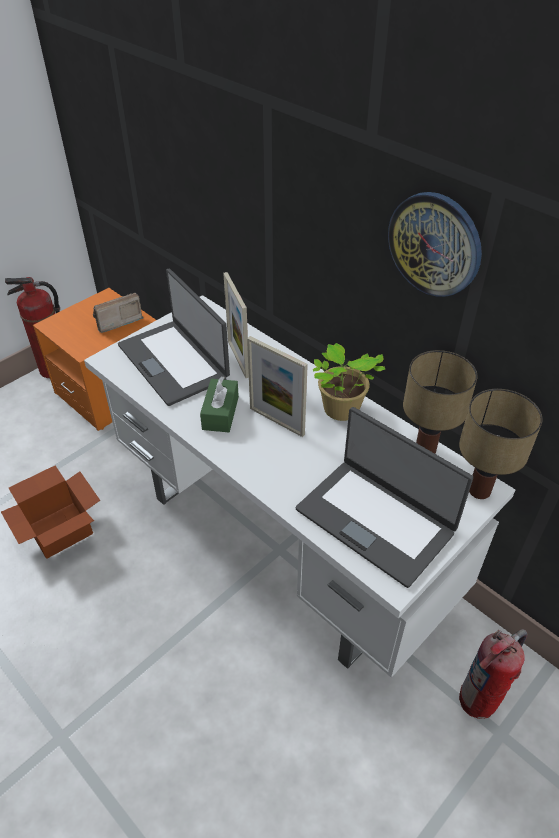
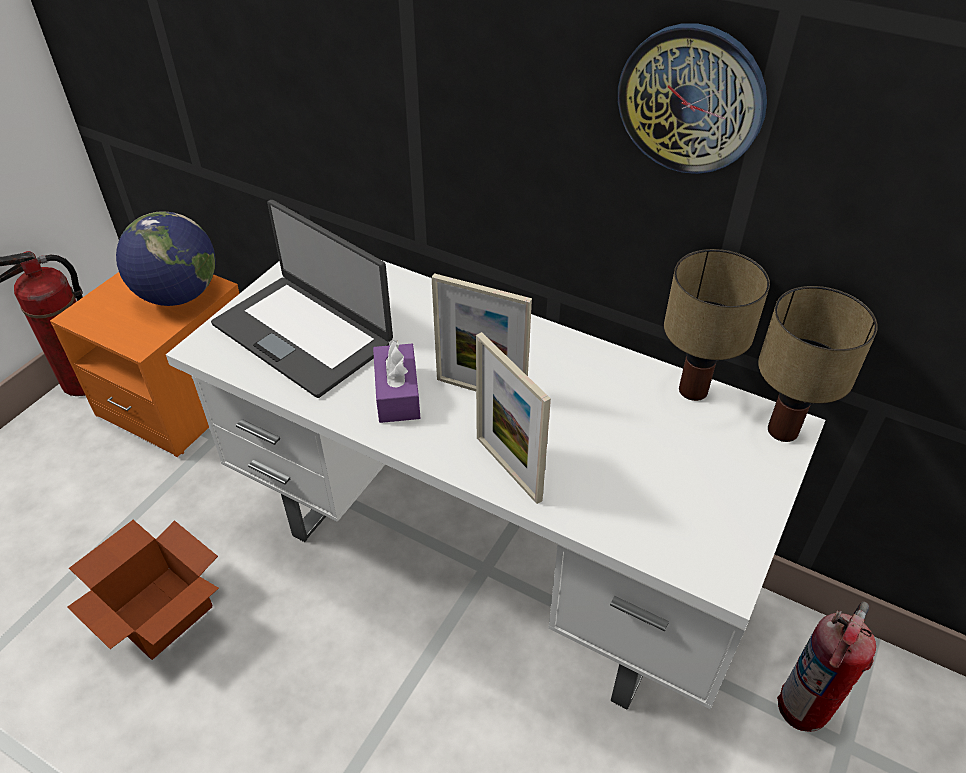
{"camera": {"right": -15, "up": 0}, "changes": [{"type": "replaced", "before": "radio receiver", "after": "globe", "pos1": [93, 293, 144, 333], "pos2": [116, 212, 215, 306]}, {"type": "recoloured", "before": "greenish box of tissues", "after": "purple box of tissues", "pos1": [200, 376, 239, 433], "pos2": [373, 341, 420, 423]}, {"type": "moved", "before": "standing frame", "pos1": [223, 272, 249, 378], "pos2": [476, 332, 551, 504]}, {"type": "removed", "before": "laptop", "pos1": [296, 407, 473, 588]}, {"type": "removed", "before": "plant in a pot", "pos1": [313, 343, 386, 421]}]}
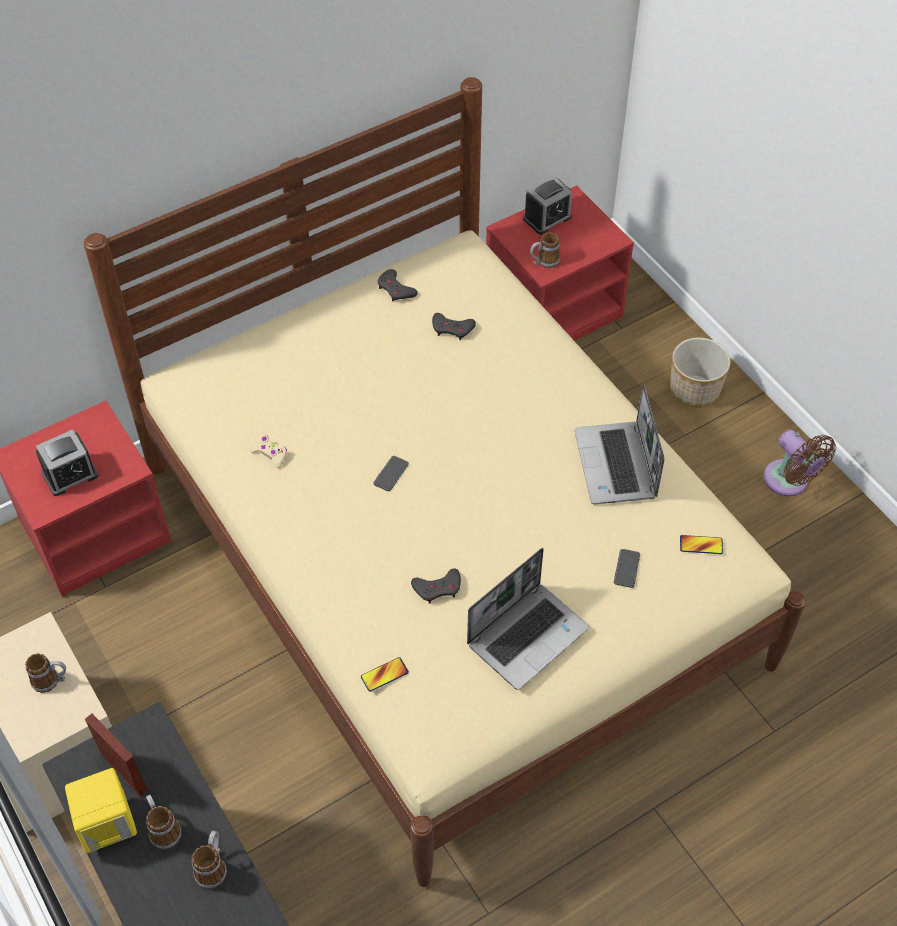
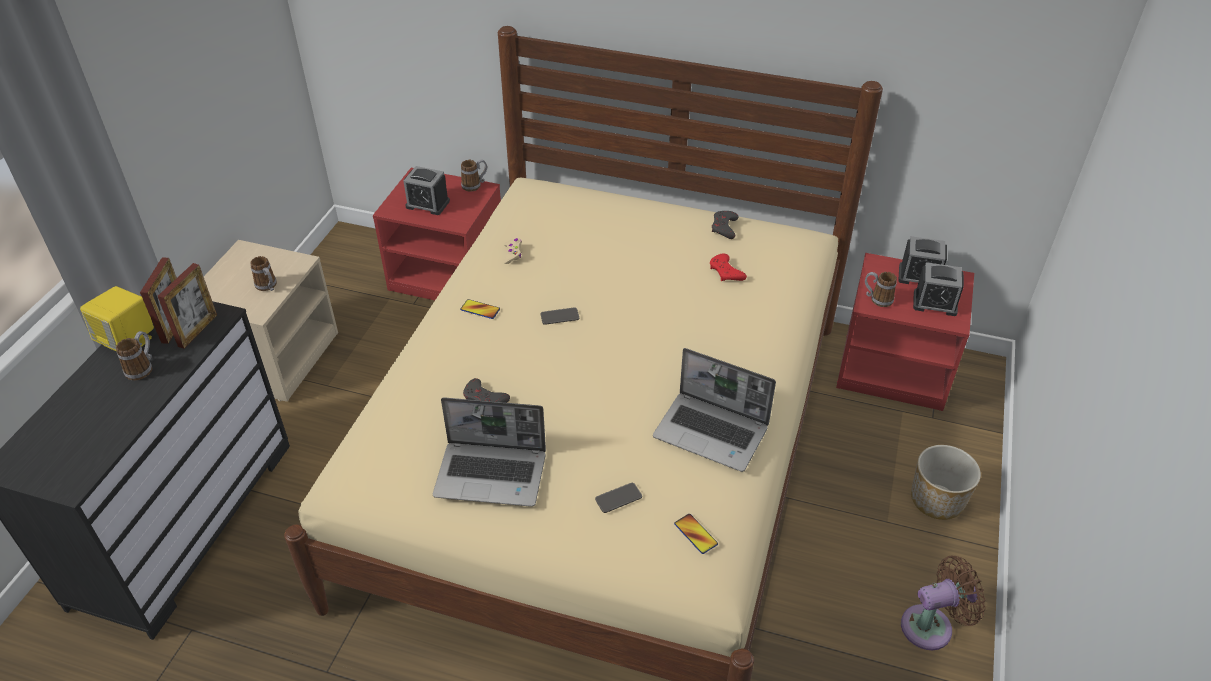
{"camera": {"right": 50, "up": -10}, "changes": [{"type": "added", "after": "standing frame", "pos2": [158, 263, 217, 349]}, {"type": "moved", "before": "telephone", "pos1": [361, 657, 409, 692], "pos2": [460, 299, 500, 319]}, {"type": "moved", "before": "coffee mug", "pos1": [192, 831, 227, 889], "pos2": [461, 160, 487, 192]}, {"type": "turned", "before": "laptop", "pos1": [574, 383, 664, 504], "pos2": [653, 348, 776, 472], "turn": -105}, {"type": "recoloured", "before": "greyish gamepad", "after": "red-coloured gamepad", "pos1": [432, 313, 476, 340], "pos2": [710, 253, 747, 281]}, {"type": "turned", "before": "brown electric fan", "pos1": [763, 430, 836, 497], "pos2": [901, 556, 985, 650], "turn": -120}, {"type": "added", "after": "table clock", "pos2": [913, 262, 964, 316]}]}
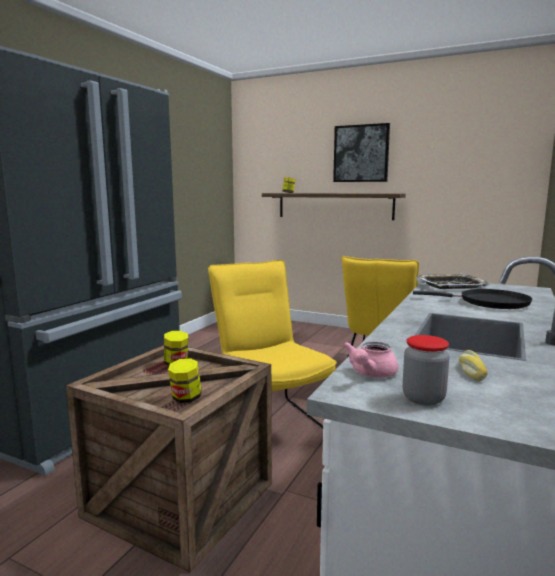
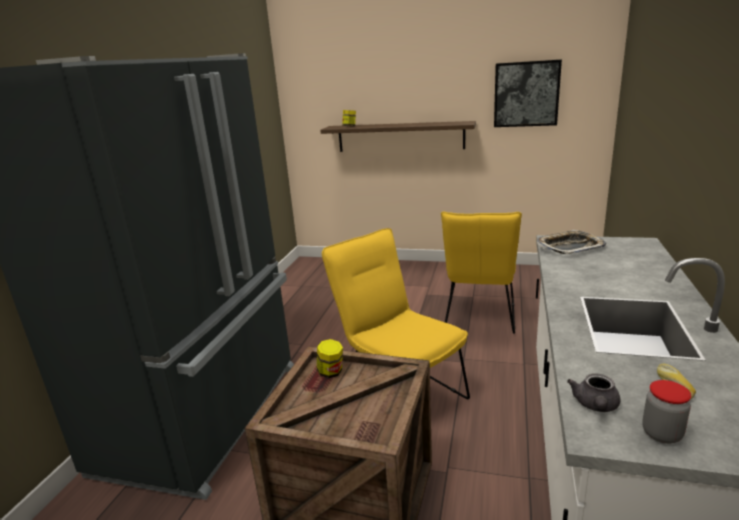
{"camera": {"right": -10, "up": 10}, "changes": [{"type": "moved", "before": "wall picture", "pos1": [333, 123, 390, 182], "pos2": [494, 59, 562, 127]}, {"type": "recoloured", "before": "pinkish tea pot", "after": "greyish tea pot", "pos1": [343, 342, 398, 378], "pos2": [567, 373, 620, 412]}, {"type": "removed", "before": "preserve jar", "pos1": [168, 358, 202, 403]}, {"type": "removed", "before": "black skillet", "pos1": [413, 289, 533, 309]}]}
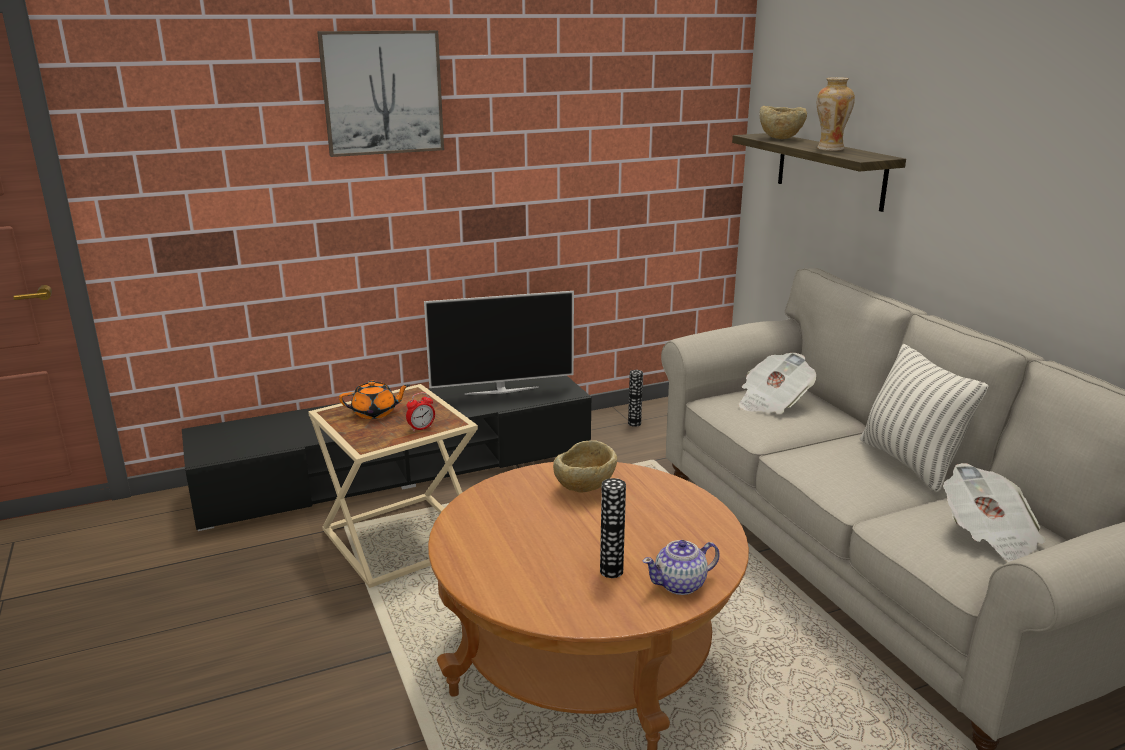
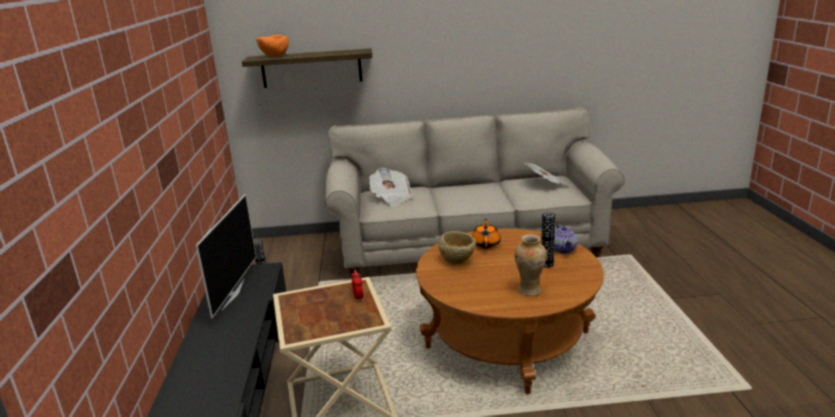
{"camera": {"right": -70, "up": 0}, "changes": [{"type": "recoloured", "before": "beige deep dish", "after": "orange deep dish", "pos1": [760, 106, 807, 139], "pos2": [257, 35, 289, 57]}, {"type": "moved", "before": "orange tea pot", "pos1": [339, 381, 410, 419], "pos2": [472, 219, 501, 249]}, {"type": "moved", "before": "decorative vase", "pos1": [817, 77, 855, 151], "pos2": [515, 234, 547, 296]}, {"type": "removed", "before": "wall picture", "pos1": [317, 30, 444, 157]}, {"type": "removed", "before": "throw pillow", "pos1": [860, 344, 989, 492]}]}
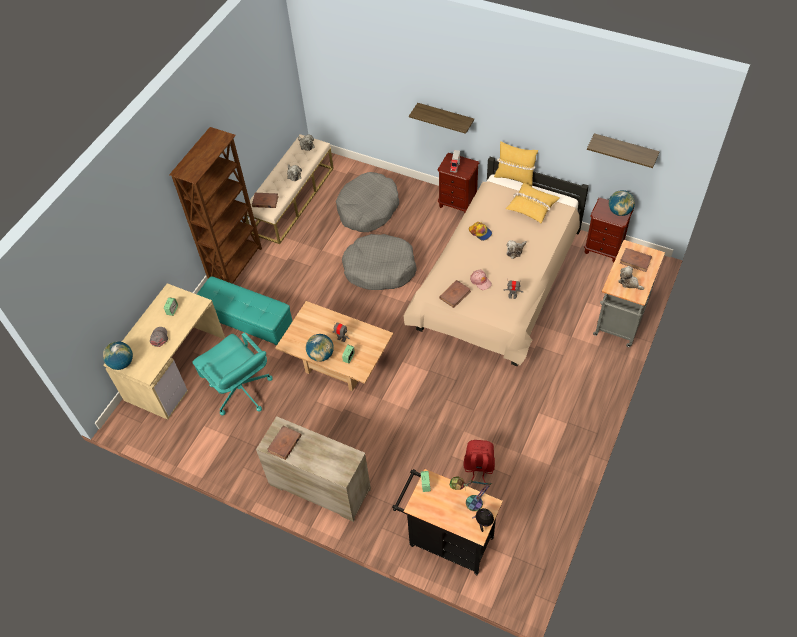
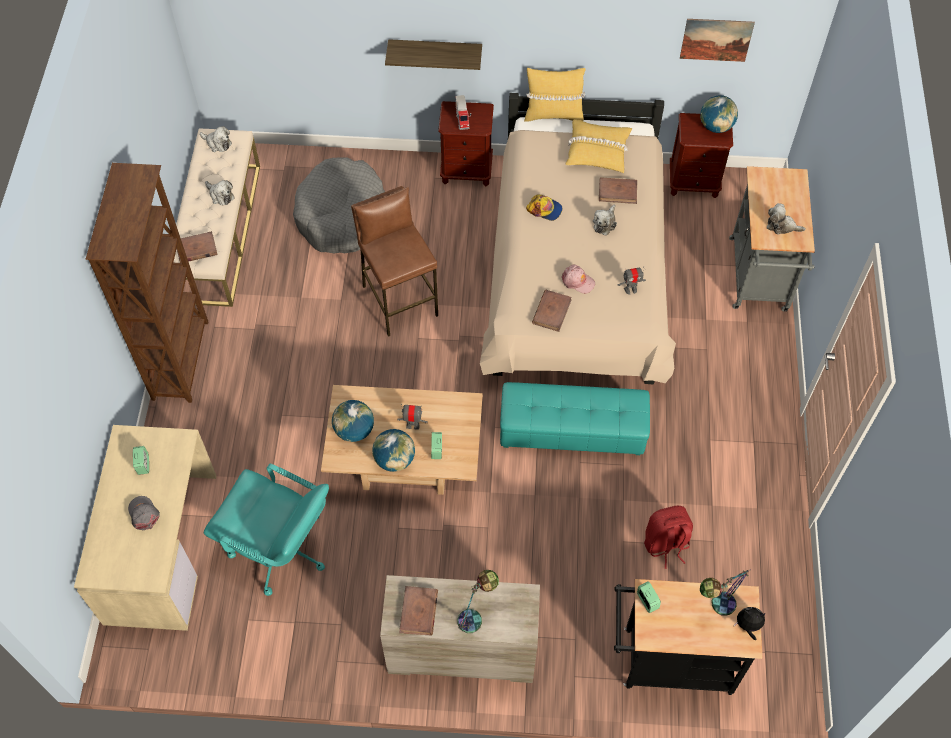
{"camera": {"right": -25, "up": 5}, "changes": [{"type": "moved", "before": "globe", "pos1": [103, 341, 133, 370], "pos2": [332, 400, 374, 442]}, {"type": "replaced", "before": "greyish dog cushion", "after": "brown sitting stool", "pos1": [342, 234, 417, 290], "pos2": [351, 186, 438, 337]}, {"type": "added", "after": "table lamp", "pos2": [457, 570, 499, 633]}, {"type": "moved", "before": "blue-green footrest", "pos1": [197, 276, 292, 346], "pos2": [500, 382, 650, 455]}, {"type": "moved", "before": "brown volume", "pos1": [620, 248, 652, 272], "pos2": [599, 177, 637, 204]}, {"type": "replaced", "before": "shelf", "after": "wall picture", "pos1": [587, 133, 660, 168], "pos2": [680, 19, 755, 62]}]}
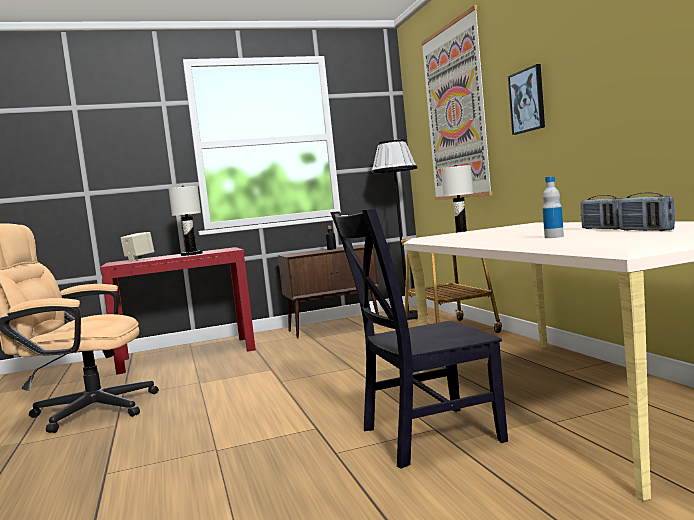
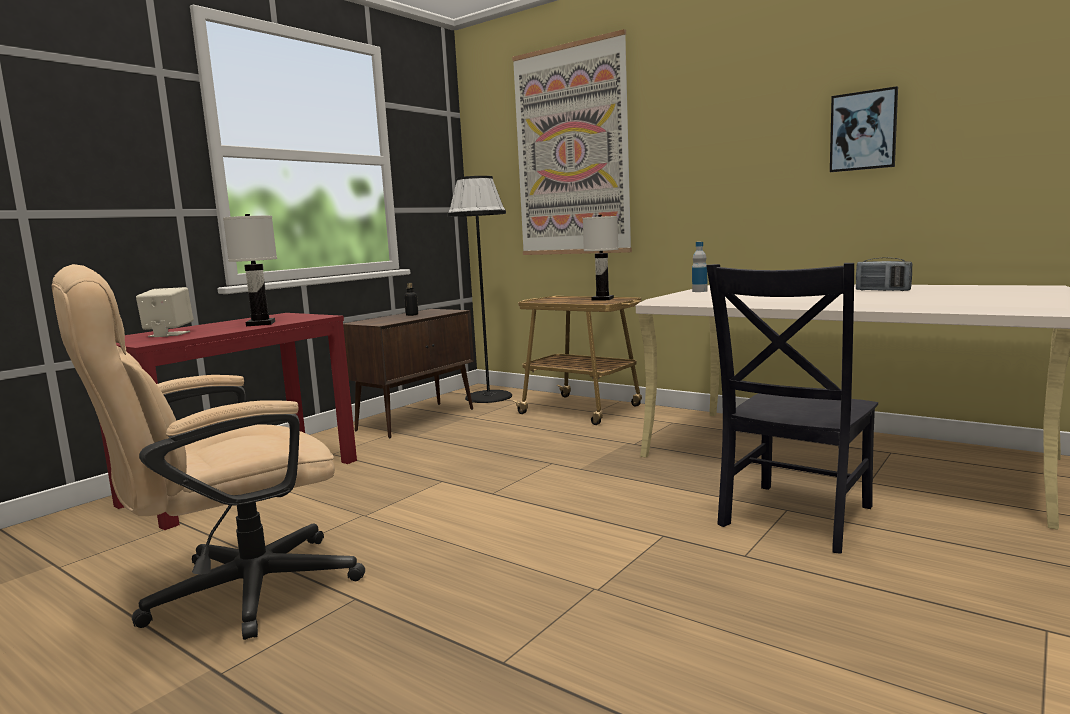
{"camera": {"right": -35, "up": 5}, "changes": [{"type": "moved", "before": "drink bottle", "pos1": [542, 176, 564, 238], "pos2": [692, 242, 707, 292]}, {"type": "moved", "before": "wall picture", "pos1": [508, 64, 545, 135], "pos2": [830, 86, 898, 172]}, {"type": "removed", "before": "radio receiver", "pos1": [618, 192, 675, 231]}]}
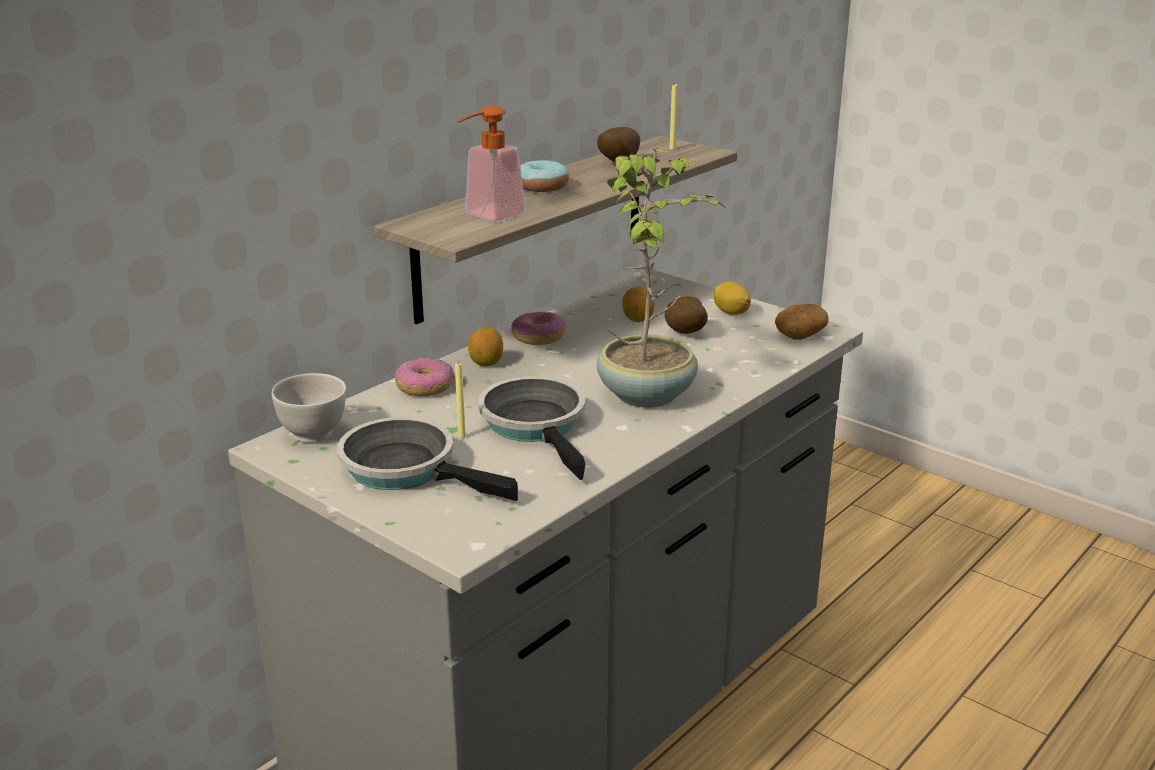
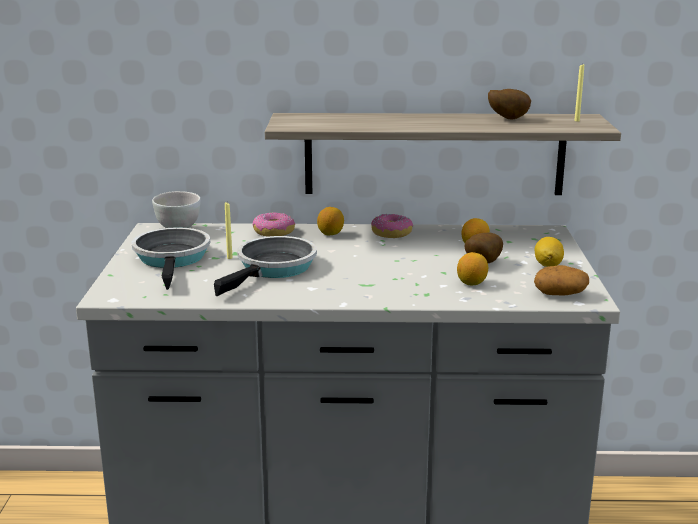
{"camera": {"right": 50, "up": -5}, "changes": [{"type": "added", "after": "citrus fruit", "pos2": [457, 252, 488, 285]}, {"type": "removed", "before": "liquid soap bottle", "pos1": [458, 105, 526, 222]}, {"type": "removed", "before": "doughnut", "pos1": [520, 160, 569, 192]}, {"type": "removed", "before": "plant in a pot", "pos1": [597, 148, 727, 408]}]}
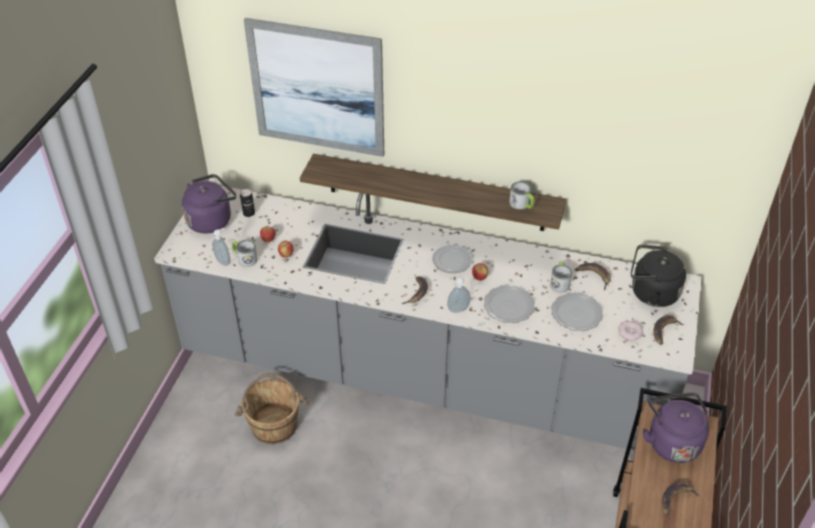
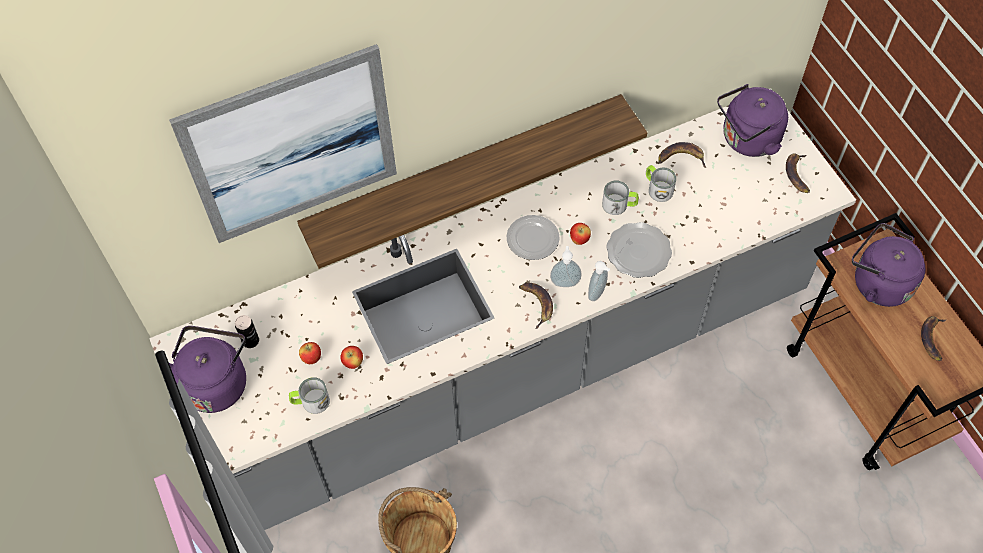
{"camera": {"right": -40, "up": 15}, "changes": [{"type": "moved", "before": "liquid soap bottle", "pos1": [212, 228, 230, 266], "pos2": [550, 246, 582, 287]}, {"type": "moved", "before": "coffee mug", "pos1": [509, 181, 534, 209], "pos2": [602, 181, 639, 215]}, {"type": "recoloured", "before": "black tea kettle", "after": "purple tea kettle", "pos1": [631, 245, 686, 307], "pos2": [717, 84, 788, 157]}, {"type": "removed", "before": "plate", "pos1": [551, 293, 603, 331]}, {"type": "removed", "before": "doughnut", "pos1": [618, 321, 643, 341]}]}
